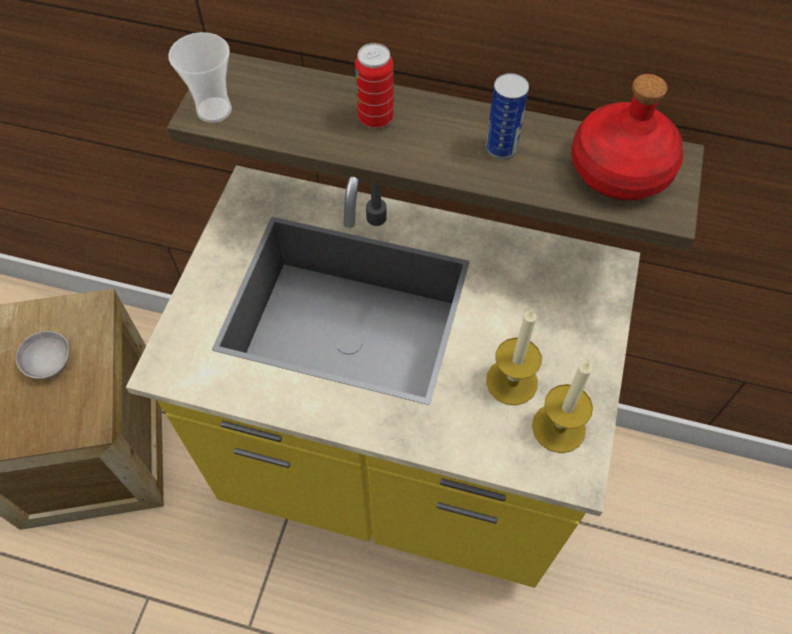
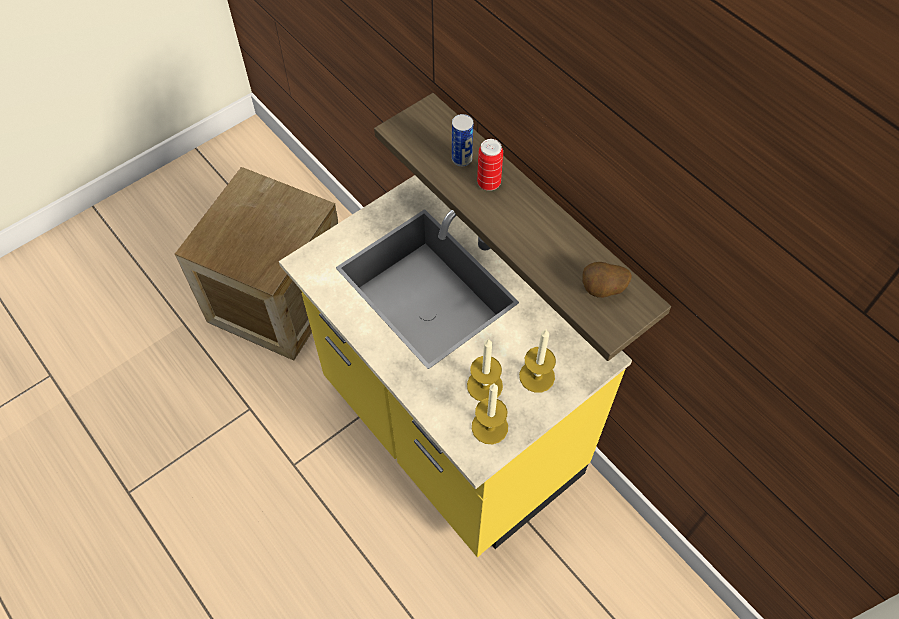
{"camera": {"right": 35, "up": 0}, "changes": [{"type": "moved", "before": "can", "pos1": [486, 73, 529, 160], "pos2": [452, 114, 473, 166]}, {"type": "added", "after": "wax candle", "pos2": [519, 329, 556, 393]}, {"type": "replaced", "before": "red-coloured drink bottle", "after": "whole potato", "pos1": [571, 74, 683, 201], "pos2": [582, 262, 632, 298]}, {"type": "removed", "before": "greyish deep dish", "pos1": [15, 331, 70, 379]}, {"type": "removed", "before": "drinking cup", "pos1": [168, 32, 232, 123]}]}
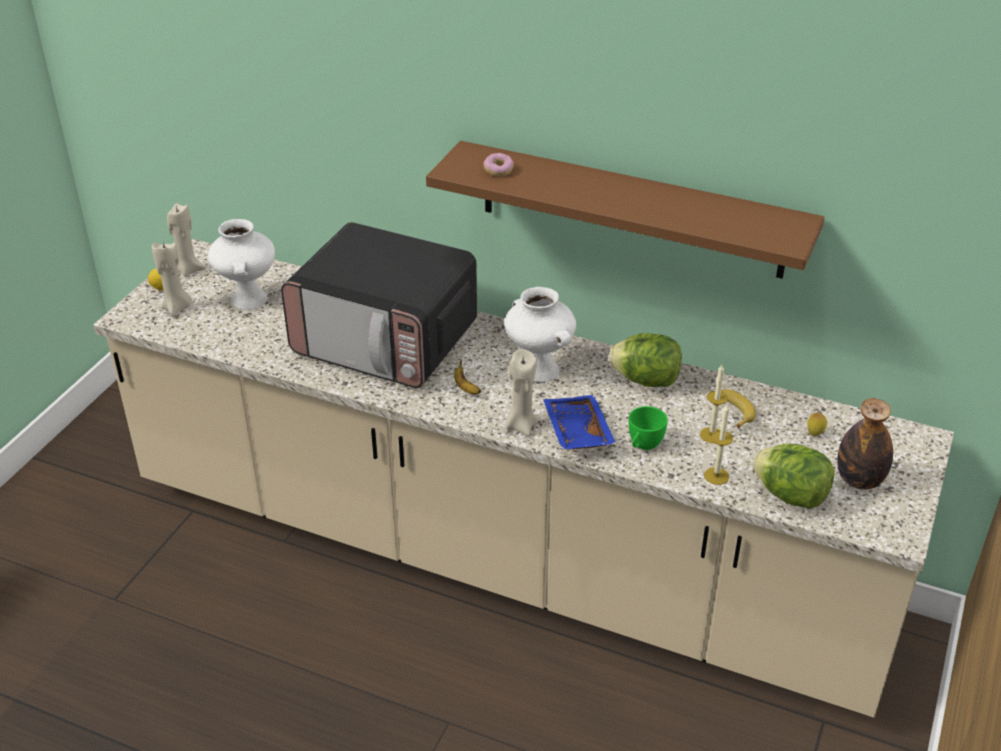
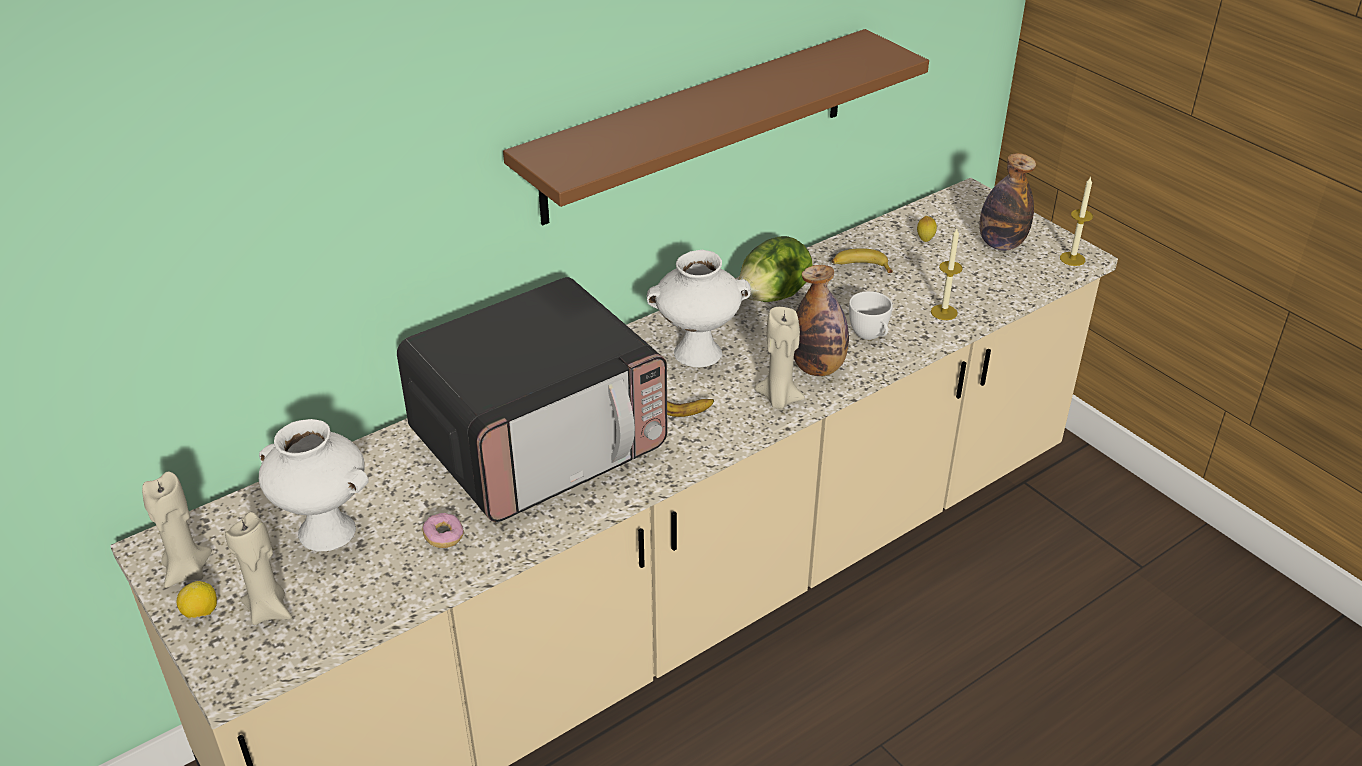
{"camera": {"right": -60, "up": 0}, "changes": [{"type": "moved", "before": "doughnut", "pos1": [483, 153, 514, 177], "pos2": [423, 513, 464, 548]}, {"type": "replaced", "before": "blue-coloured serving tray", "after": "drink bottle", "pos1": [543, 395, 616, 450], "pos2": [794, 265, 849, 376]}, {"type": "recoloured", "before": "greenish drinking cup", "after": "whitish drinking cup", "pos1": [629, 406, 668, 450], "pos2": [849, 291, 893, 340]}, {"type": "moved", "before": "wax candle", "pos1": [700, 365, 728, 443], "pos2": [1060, 176, 1093, 266]}, {"type": "removed", "before": "head of lettuce", "pos1": [752, 444, 834, 509]}]}
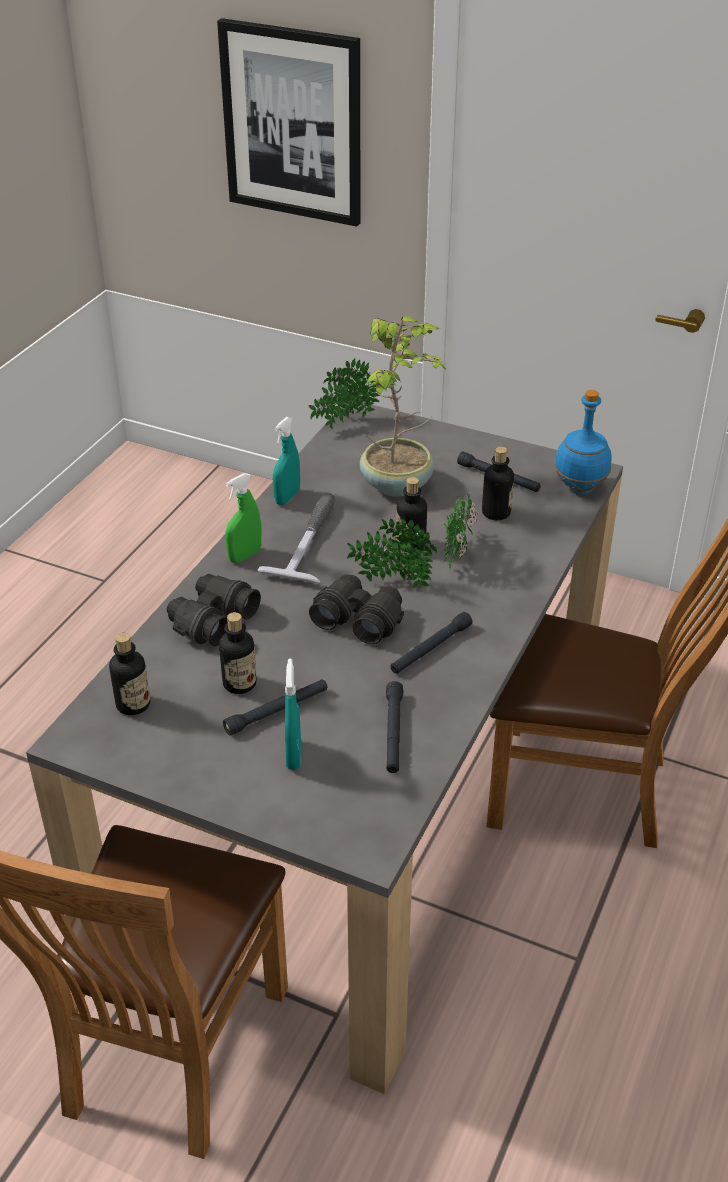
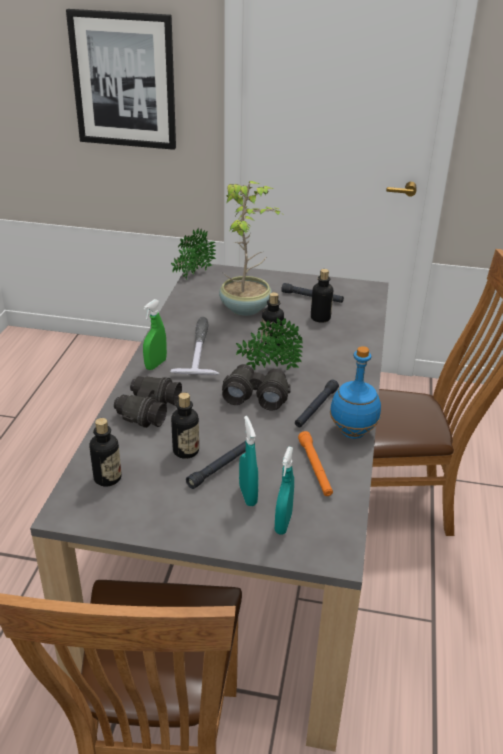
{"camera": {"right": -15, "up": -5}, "changes": [{"type": "moved", "before": "blue-green sprayer", "pos1": [273, 417, 300, 505], "pos2": [275, 446, 294, 535]}, {"type": "recoloured", "before": "black hand torch", "after": "orange hand torch", "pos1": [386, 681, 403, 773], "pos2": [298, 431, 333, 496]}, {"type": "moved", "before": "blue-coloured drink bottle", "pos1": [555, 390, 612, 494], "pos2": [330, 346, 381, 439]}, {"type": "removed", "before": "plant in a pot", "pos1": [443, 491, 478, 571]}]}
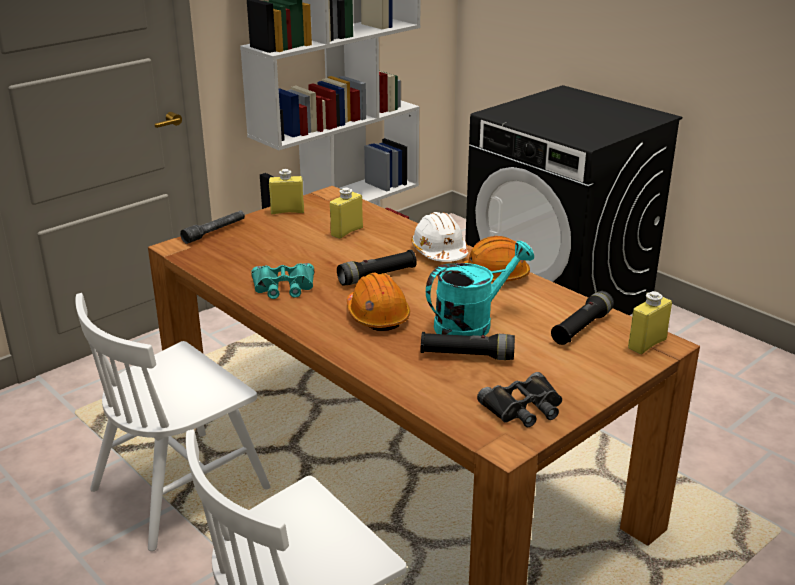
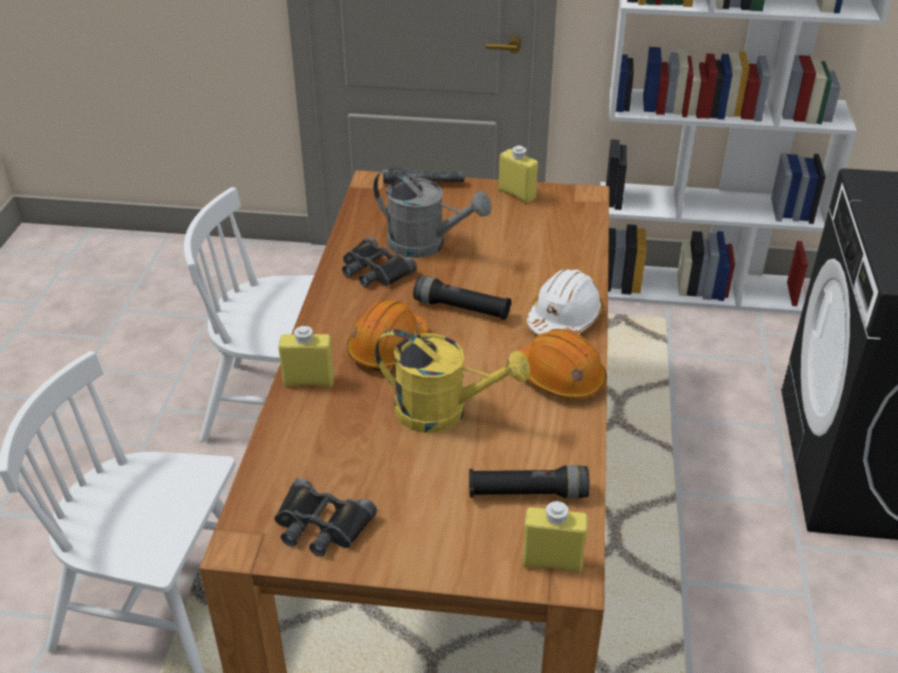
{"camera": {"right": 50, "up": 10}, "changes": [{"type": "moved", "before": "yellowish drink bottle", "pos1": [330, 188, 363, 239], "pos2": [278, 325, 334, 387]}, {"type": "recoloured", "before": "blue-green field glasses", "after": "black field glasses", "pos1": [251, 263, 315, 299], "pos2": [342, 237, 417, 287]}, {"type": "added", "after": "greyish sprinkling can", "pos2": [373, 168, 492, 258]}, {"type": "recoloured", "before": "blue-green sprinkling can", "after": "yellowish sprinkling can", "pos1": [426, 241, 534, 336], "pos2": [375, 329, 530, 433]}, {"type": "removed", "before": "black hand torch", "pos1": [421, 332, 515, 360]}]}
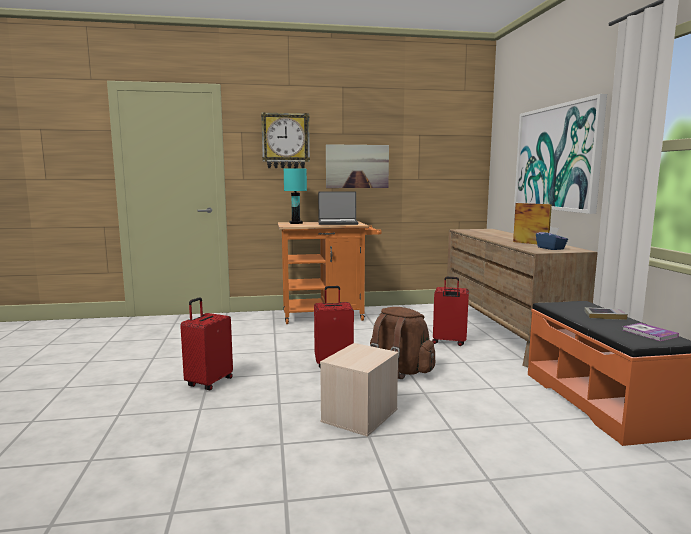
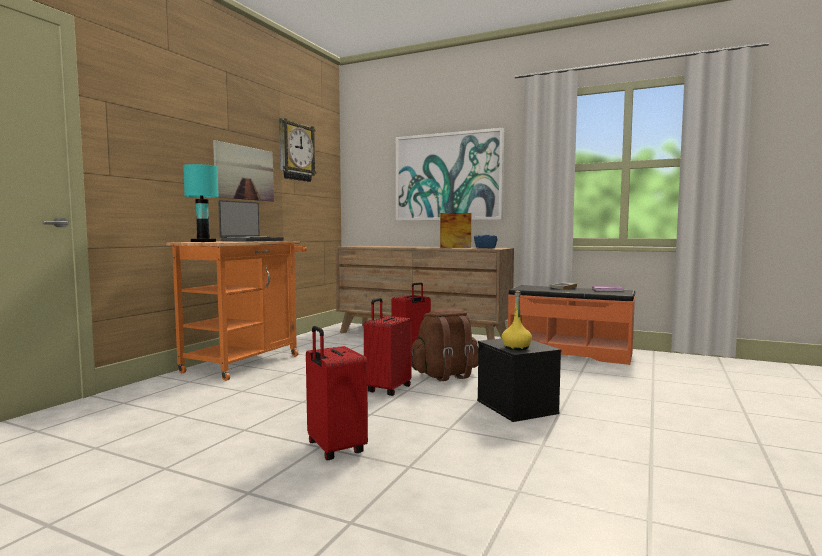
{"camera": {"right": -55, "up": -5}, "changes": [{"type": "moved", "before": "hanging clock", "pos1": [261, 112, 310, 168], "pos2": [279, 118, 316, 182]}, {"type": "recoloured", "before": "beige storage box", "after": "black storage box", "pos1": [320, 343, 399, 437], "pos2": [477, 339, 561, 422]}, {"type": "added", "after": "yellowish drink bottle", "pos2": [502, 291, 532, 350]}]}
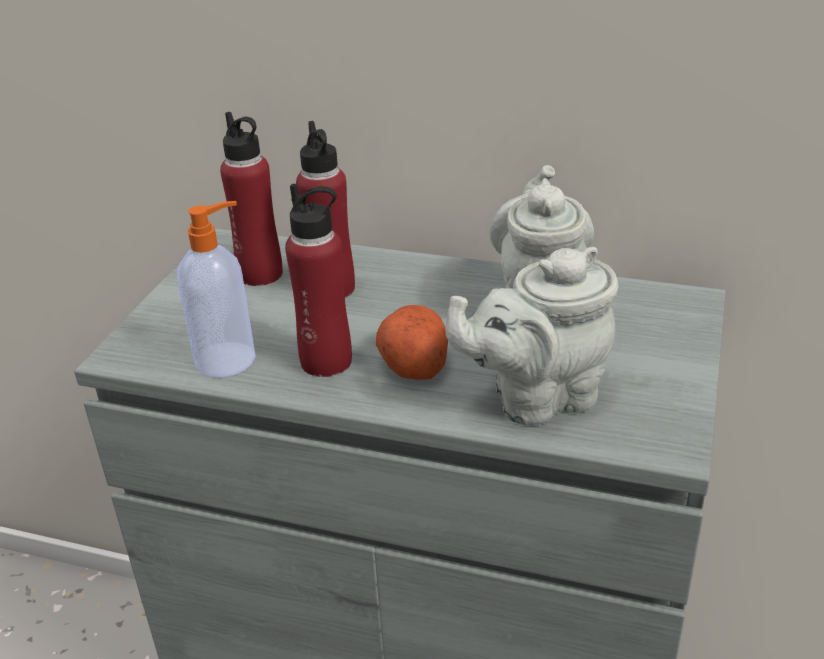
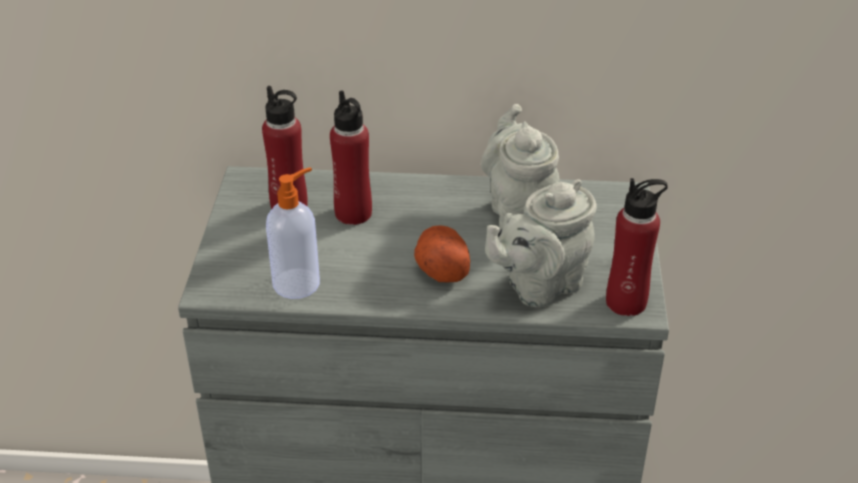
{"camera": {"right": -15, "up": 5}, "changes": [{"type": "moved", "before": "red-coloured drink bottle", "pos1": [285, 184, 352, 377], "pos2": [606, 178, 668, 316]}]}
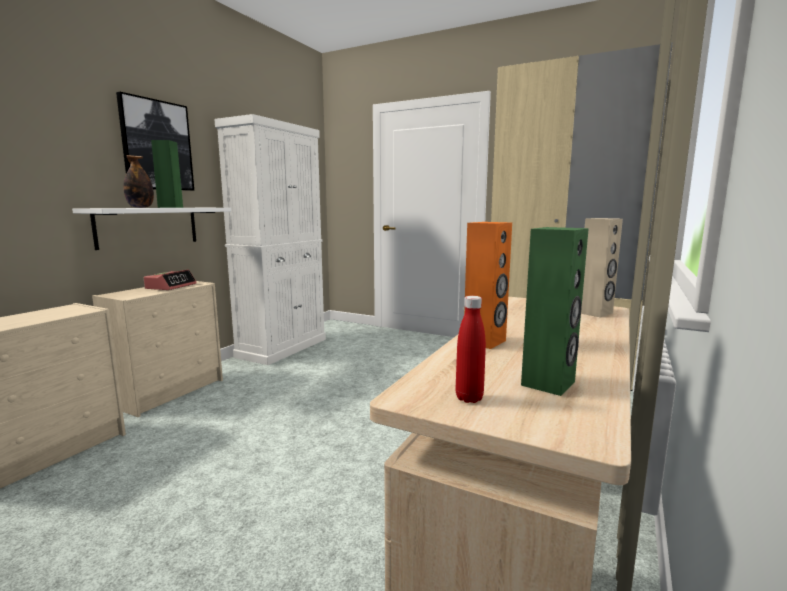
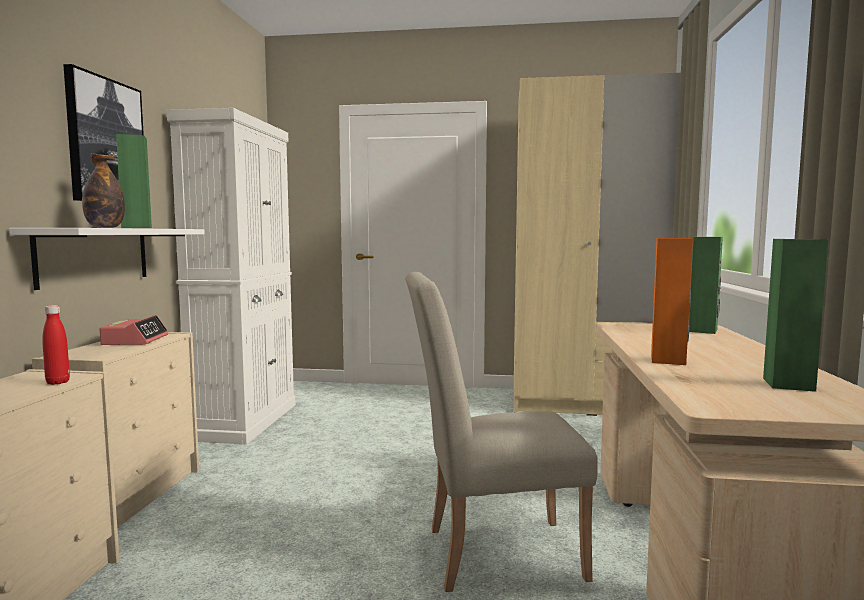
{"camera": {"right": -20, "up": -5}, "changes": [{"type": "moved", "before": "red-coloured drink bottle", "pos1": [456, 296, 486, 403], "pos2": [42, 305, 70, 385]}, {"type": "added", "after": "beige chair", "pos2": [405, 272, 598, 592]}, {"type": "recoloured", "before": "beige speaker", "after": "greenish speaker", "pos1": [581, 218, 623, 318], "pos2": [689, 237, 723, 334]}]}
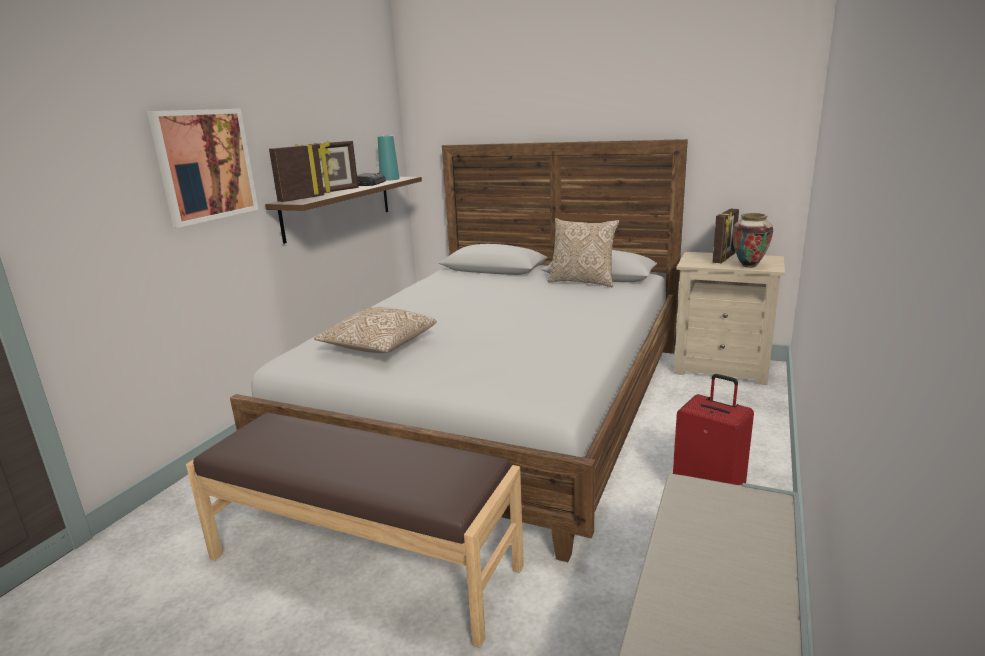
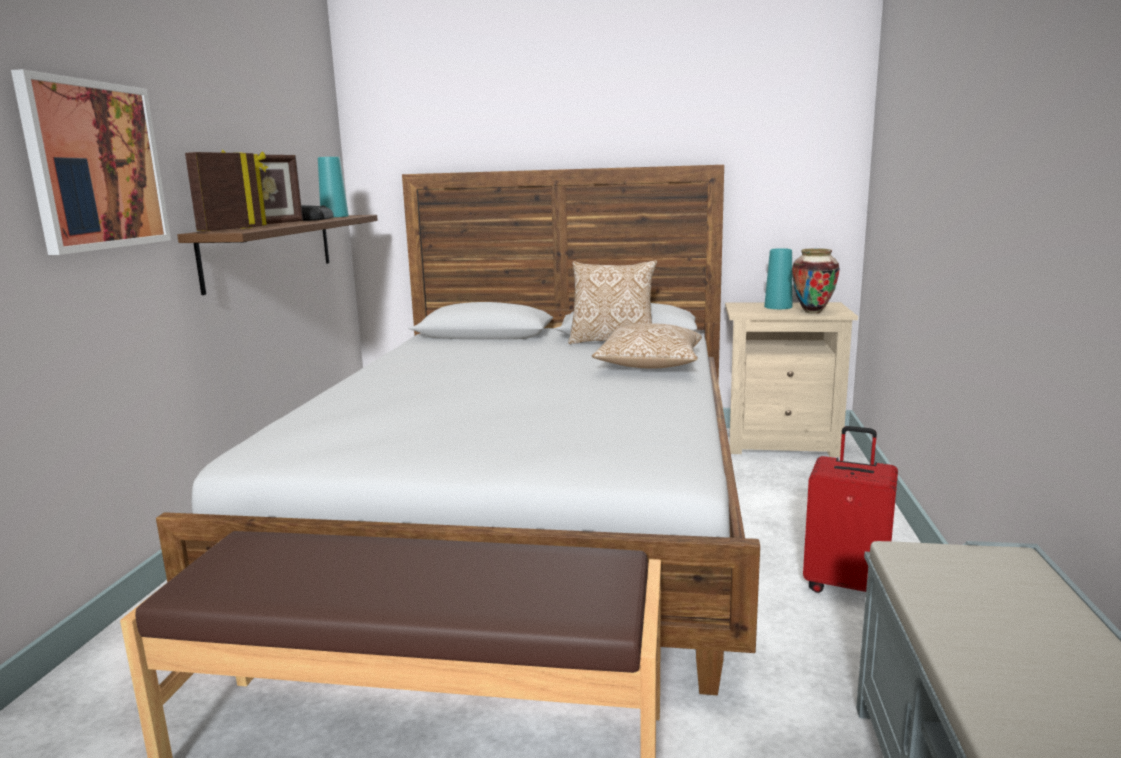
{"camera": {"right": -15, "up": -5}, "changes": [{"type": "moved", "before": "throw pillow", "pos1": [314, 307, 437, 353], "pos2": [592, 323, 702, 368]}, {"type": "replaced", "before": "standing frame", "after": "blue-green decorative vase", "pos1": [712, 209, 739, 263], "pos2": [764, 248, 792, 309]}]}
